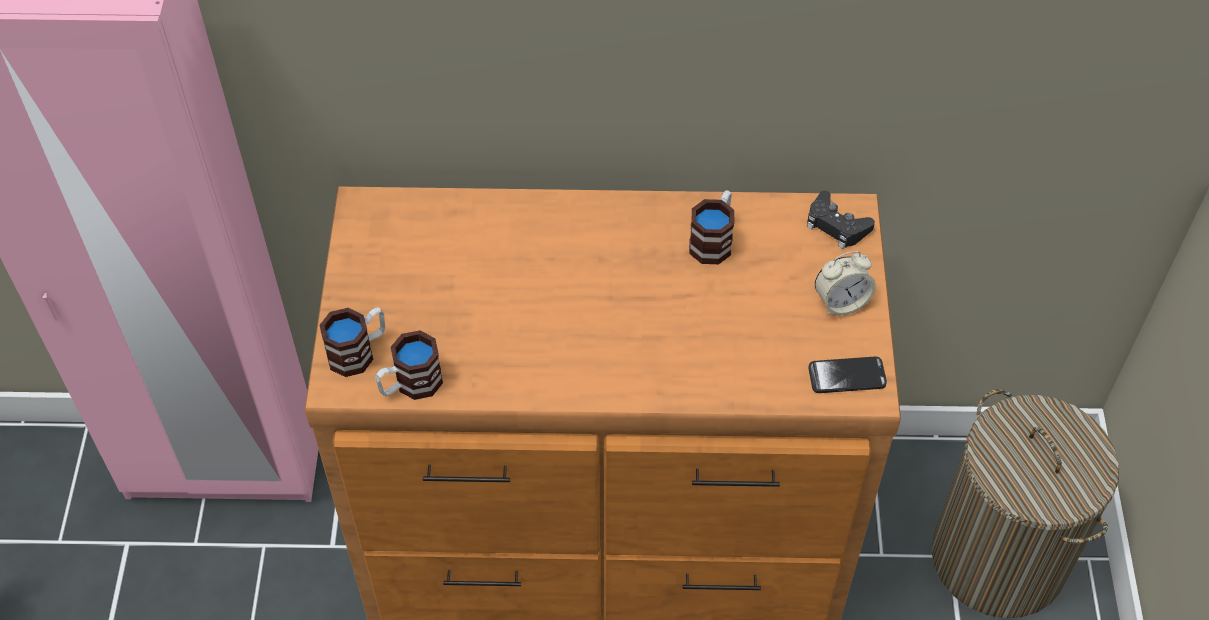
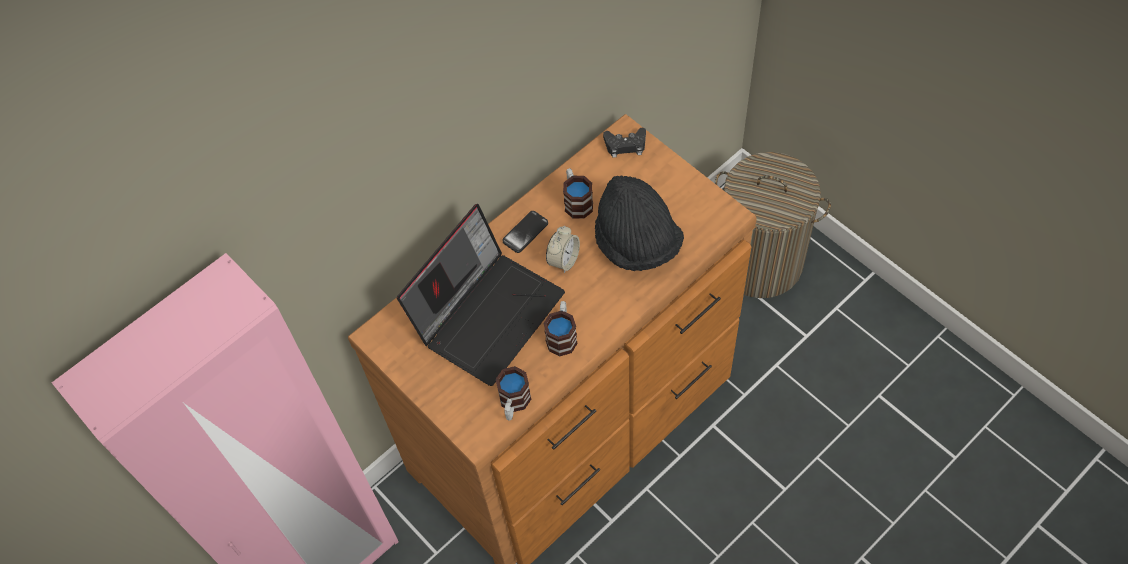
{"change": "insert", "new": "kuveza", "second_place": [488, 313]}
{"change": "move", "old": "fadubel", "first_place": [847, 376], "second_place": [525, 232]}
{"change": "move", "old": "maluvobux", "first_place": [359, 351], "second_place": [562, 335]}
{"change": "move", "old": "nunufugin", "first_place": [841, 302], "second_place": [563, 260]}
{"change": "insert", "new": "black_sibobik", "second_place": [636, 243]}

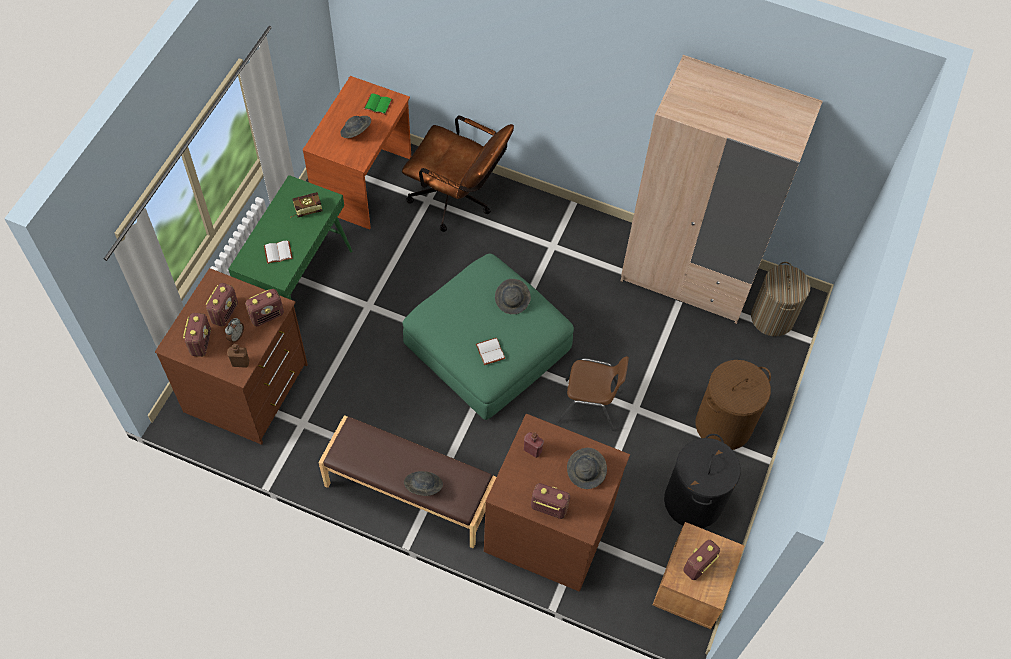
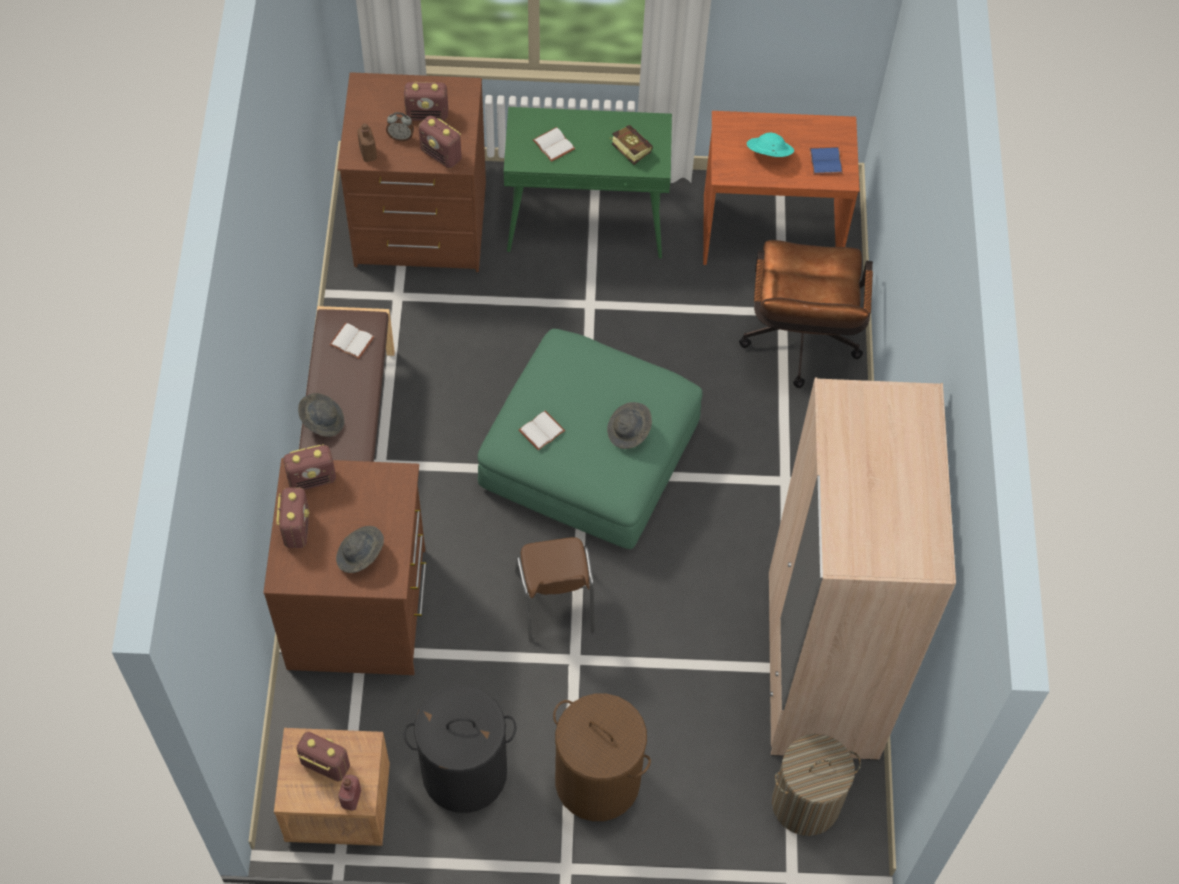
{"change": "move", "old": "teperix", "first_place": [201, 342], "second_place": [312, 479]}
{"change": "insert", "new": "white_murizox", "second_place": [351, 342]}
{"change": "move", "old": "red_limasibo", "first_place": [532, 450], "second_place": [351, 798]}
{"change": "recolor", "old": "grey_sibobik", "new": "turquoise_sibobik", "first_place": [356, 132], "second_place": [768, 154]}
{"change": "recolor", "old": "green_murizox", "new": "blue_murizox", "first_place": [379, 104], "second_place": [826, 162]}

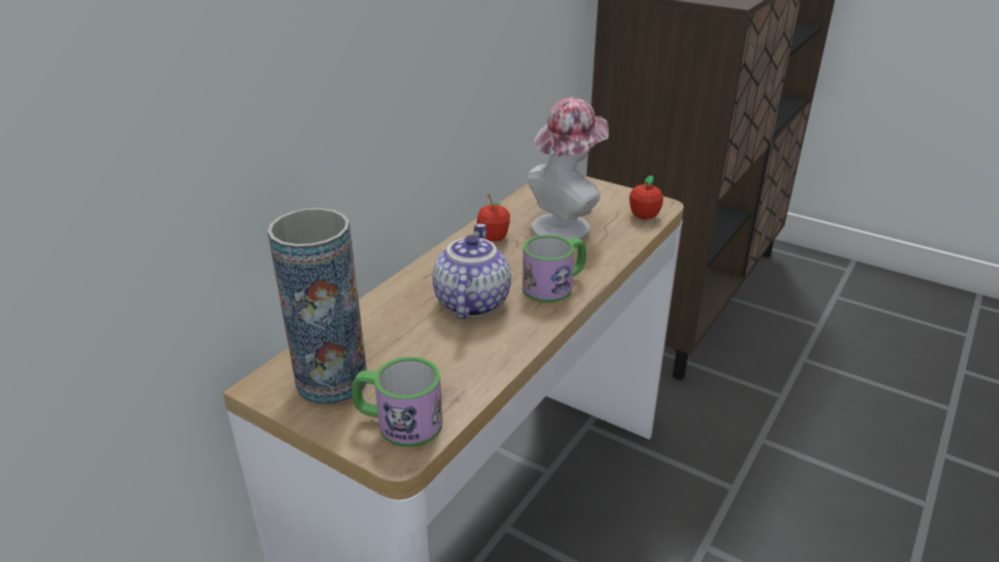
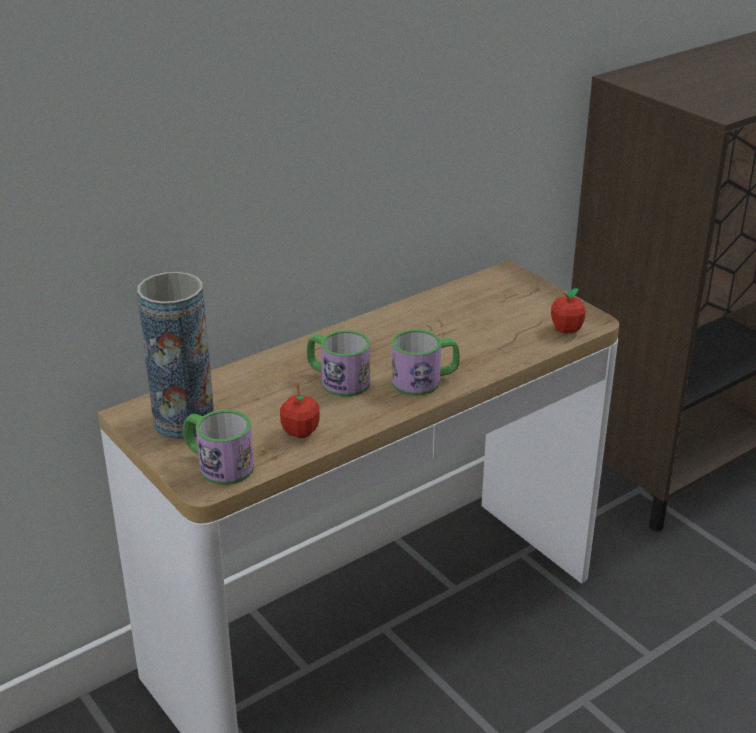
{"change": "move", "old": "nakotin", "first_place": [493, 238], "second_place": [300, 432]}
{"change": "replace", "old": "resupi", "new": "maluvobux", "first_place": [470, 302], "second_place": [337, 380]}
{"change": "delete", "old": "sibobik", "first_place": [566, 224]}

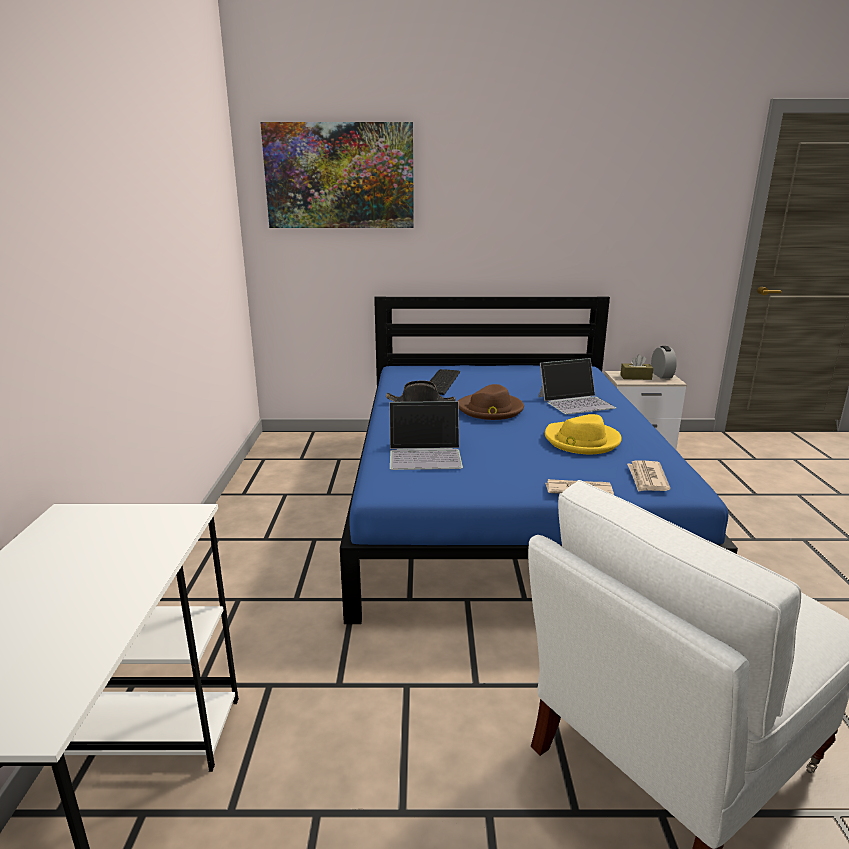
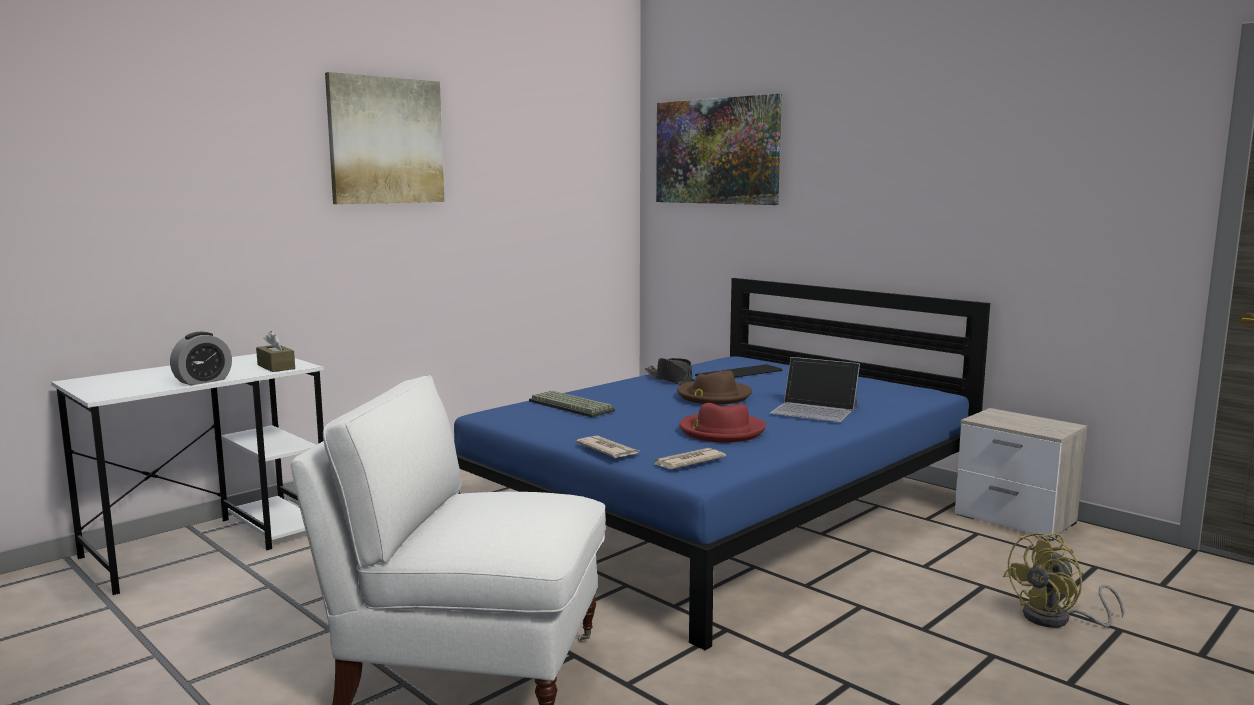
{"change": "move", "old": "nunufugin", "first_place": [661, 375], "second_place": [203, 381]}
{"change": "move", "old": "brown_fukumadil", "first_place": [635, 377], "second_place": [276, 367]}
{"change": "insert", "new": "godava", "second_place": [386, 141]}
{"change": "replace", "old": "kuveza", "new": "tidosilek", "first_place": [425, 454], "second_place": [573, 406]}
{"change": "recolor", "old": "yellow_sibobik", "new": "red_sibobik", "first_place": [581, 441], "second_place": [721, 431]}
{"change": "insert", "new": "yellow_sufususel", "second_place": [1057, 619]}

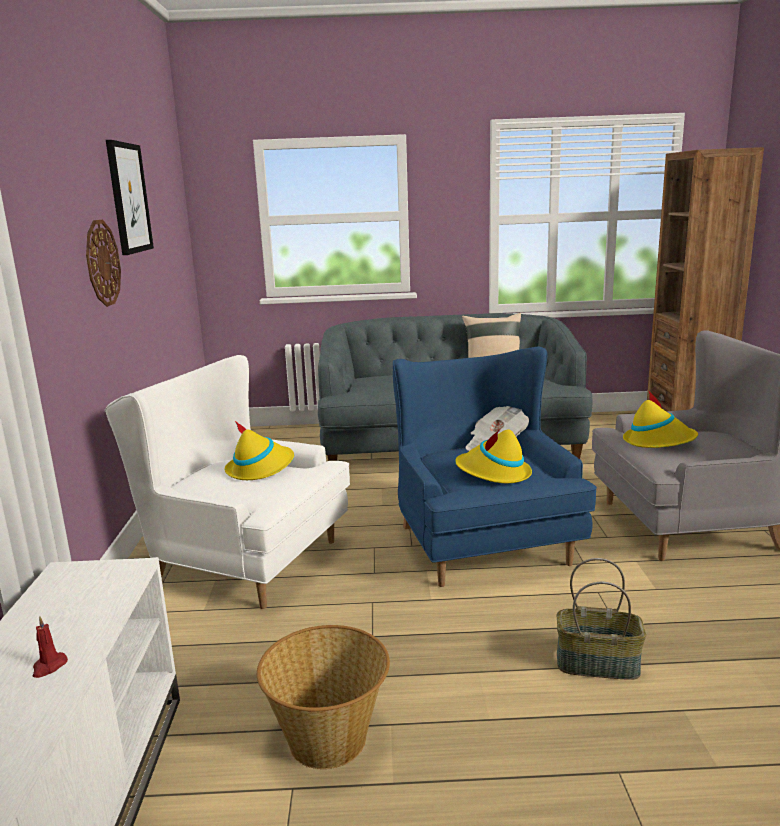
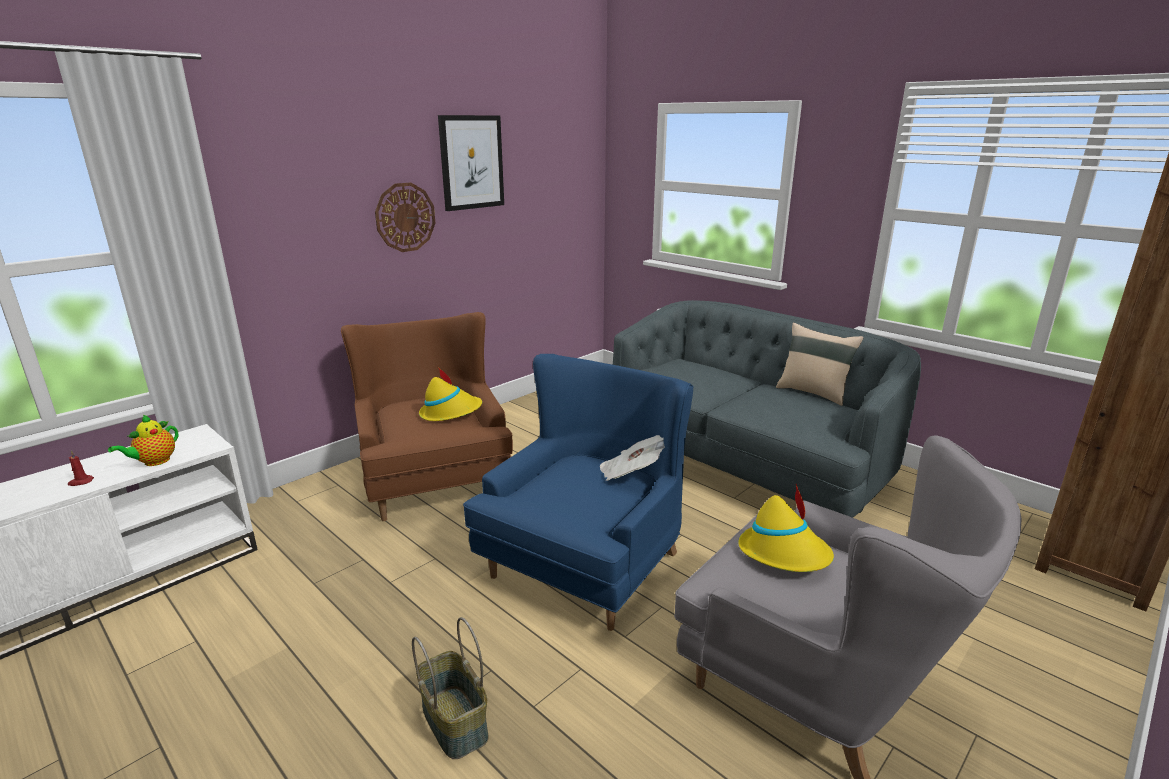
{"change": "insert", "new": "resupi", "second_place": [154, 462]}
{"change": "recolor", "old": "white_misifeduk", "new": "brown_misifeduk", "first_place": [241, 560], "second_place": [434, 479]}
{"change": "delete", "old": "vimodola", "first_place": [329, 740]}
{"change": "delete", "old": "yellow_sibobik", "first_place": [493, 473]}

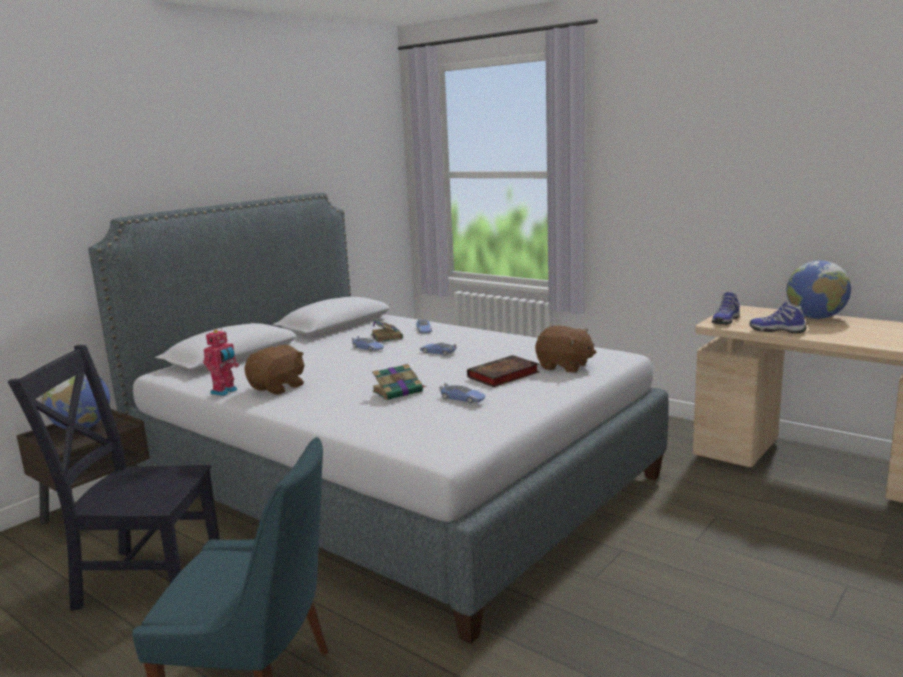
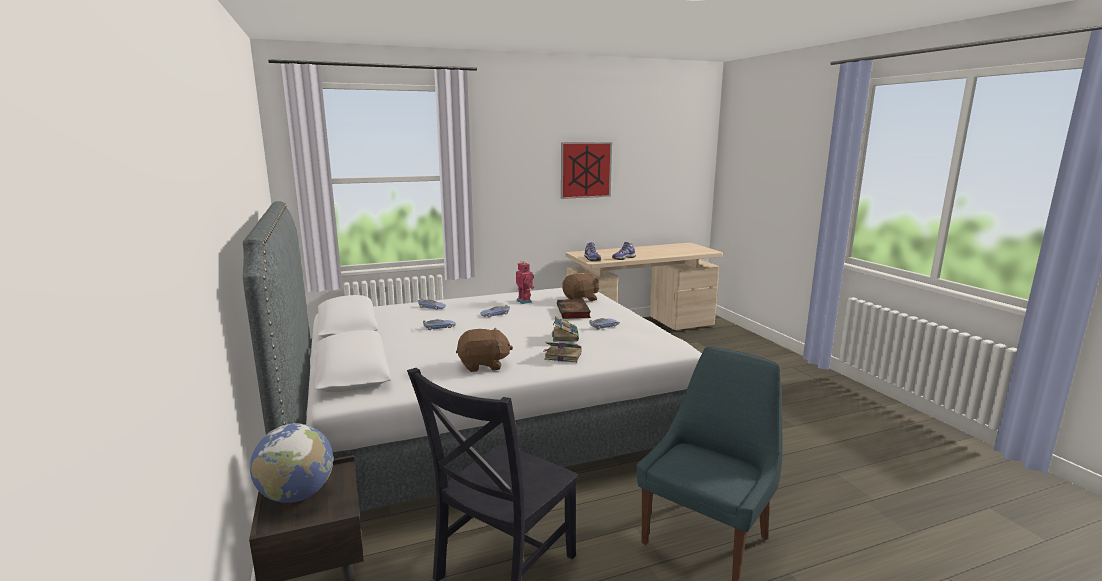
{"change": "rotate", "old": "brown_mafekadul", "first_place": [278, 388], "second_place": [483, 365], "degrees": 105}
{"change": "move", "old": "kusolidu", "first_place": [225, 392], "second_place": [525, 301]}
{"change": "move", "old": "murizox", "first_place": [386, 336], "second_place": [562, 356]}
{"change": "insert", "new": "godava", "second_place": [585, 170]}
{"change": "delete", "old": "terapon", "first_place": [815, 318]}

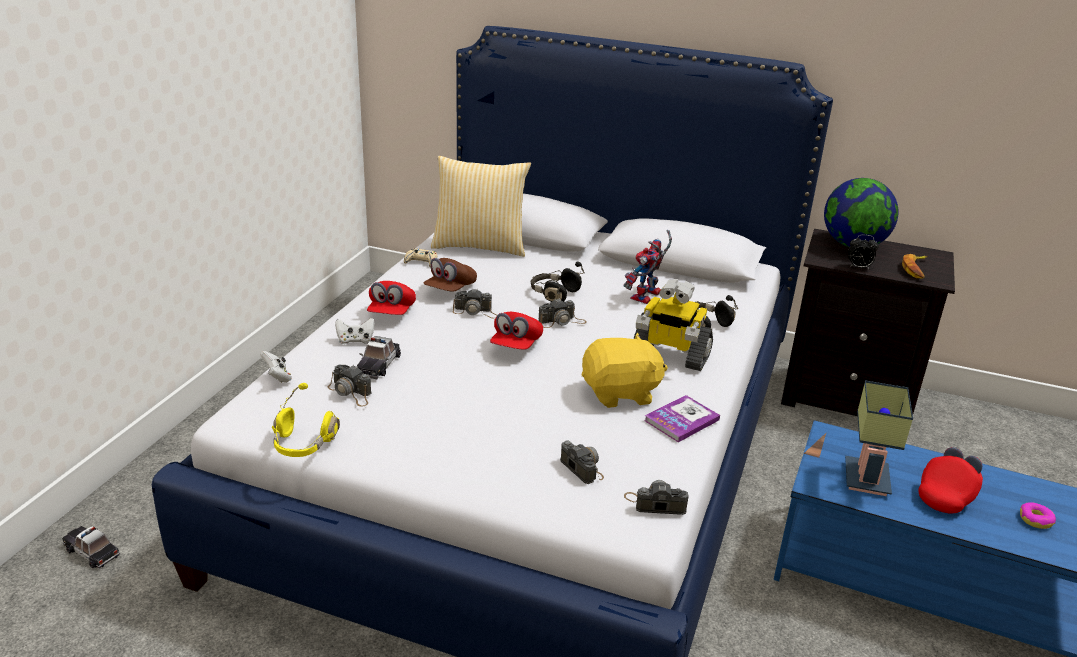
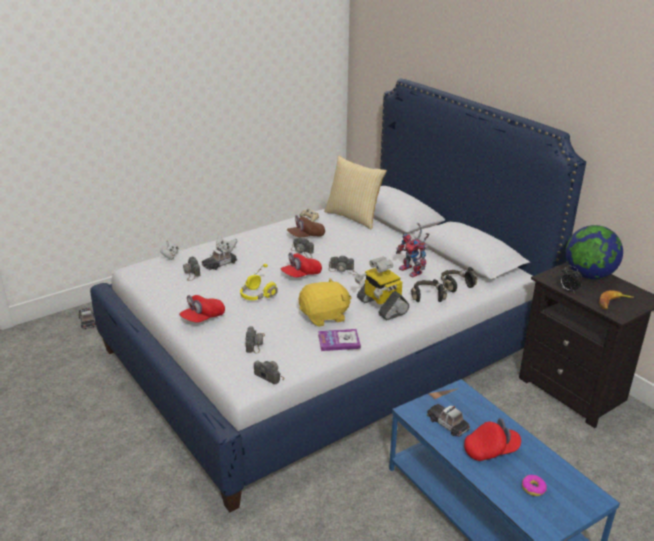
{"change": "move", "old": "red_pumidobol", "first_place": [392, 312], "second_place": [203, 318]}
{"change": "move", "old": "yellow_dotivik", "first_place": [303, 444], "second_place": [257, 295]}
{"change": "rotate", "old": "yellow_mafekadul", "first_place": [620, 393], "second_place": [324, 316], "degrees": -45}
{"change": "rotate", "old": "kusolidu", "first_place": [646, 298], "second_place": [413, 271], "degrees": -105}
{"change": "replace", "old": "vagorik", "new": "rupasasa", "first_place": [869, 481], "second_place": [448, 423]}
{"change": "move", "old": "black_dotivik", "first_place": [554, 294], "second_place": [455, 285]}

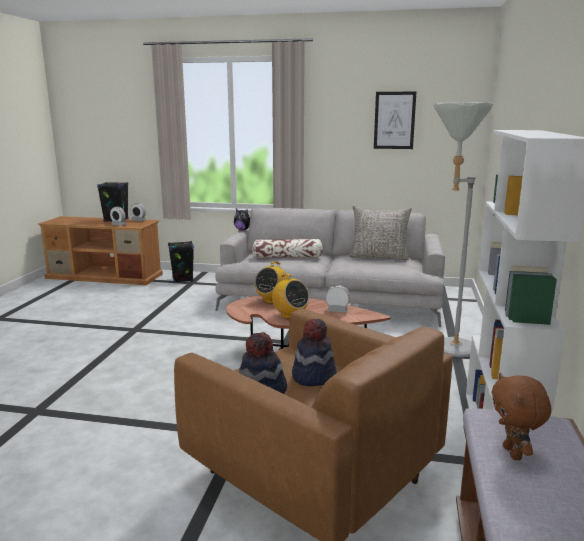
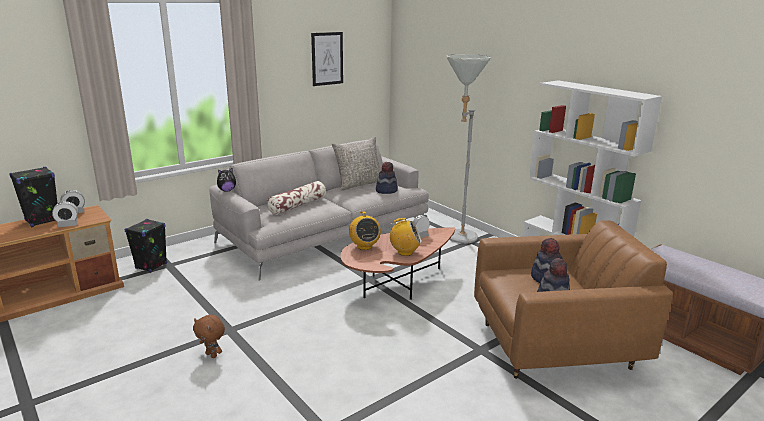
{"change": "move", "old": "brown_mafekadul", "first_place": [514, 453], "second_place": [212, 355]}
{"change": "insert", "new": "sibobik", "second_place": [386, 190]}

